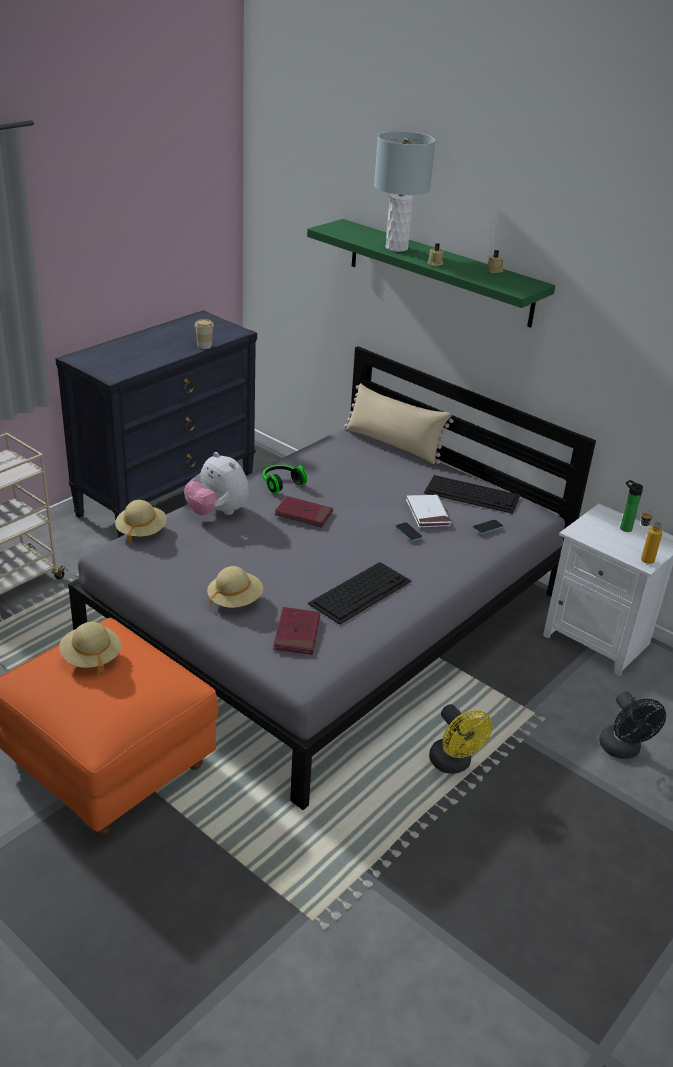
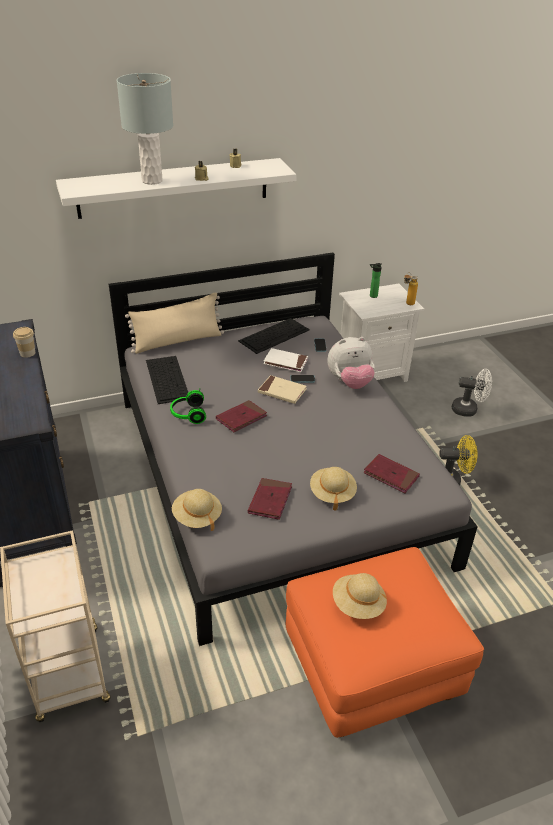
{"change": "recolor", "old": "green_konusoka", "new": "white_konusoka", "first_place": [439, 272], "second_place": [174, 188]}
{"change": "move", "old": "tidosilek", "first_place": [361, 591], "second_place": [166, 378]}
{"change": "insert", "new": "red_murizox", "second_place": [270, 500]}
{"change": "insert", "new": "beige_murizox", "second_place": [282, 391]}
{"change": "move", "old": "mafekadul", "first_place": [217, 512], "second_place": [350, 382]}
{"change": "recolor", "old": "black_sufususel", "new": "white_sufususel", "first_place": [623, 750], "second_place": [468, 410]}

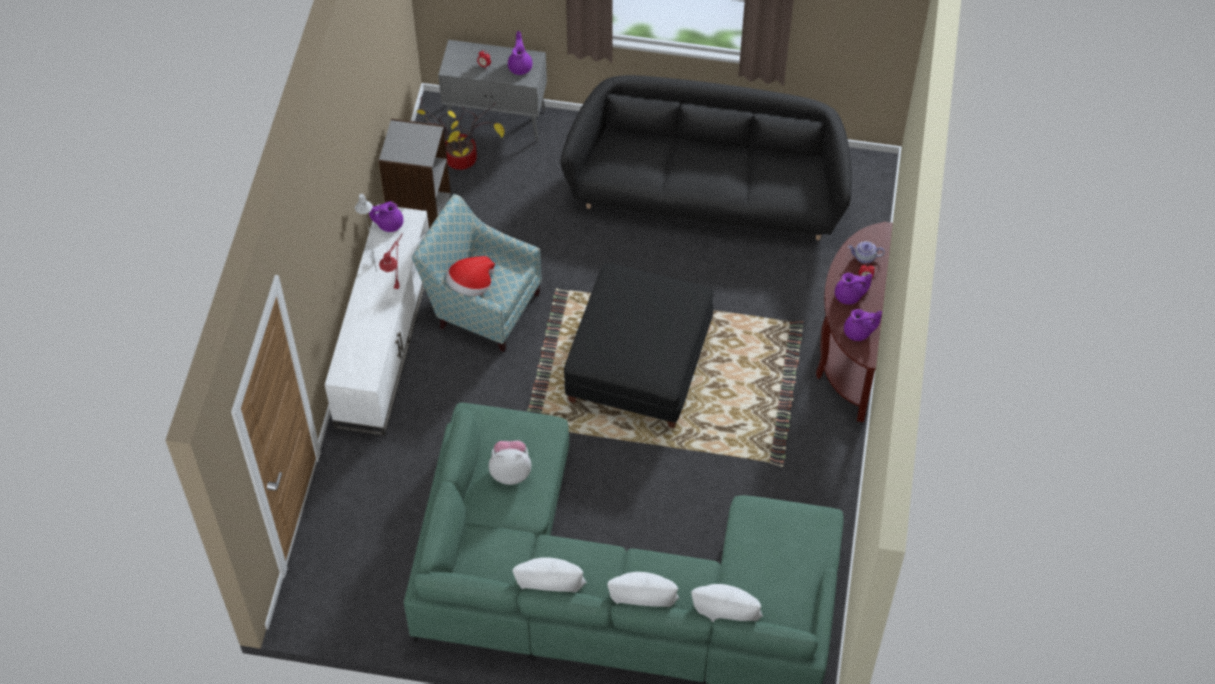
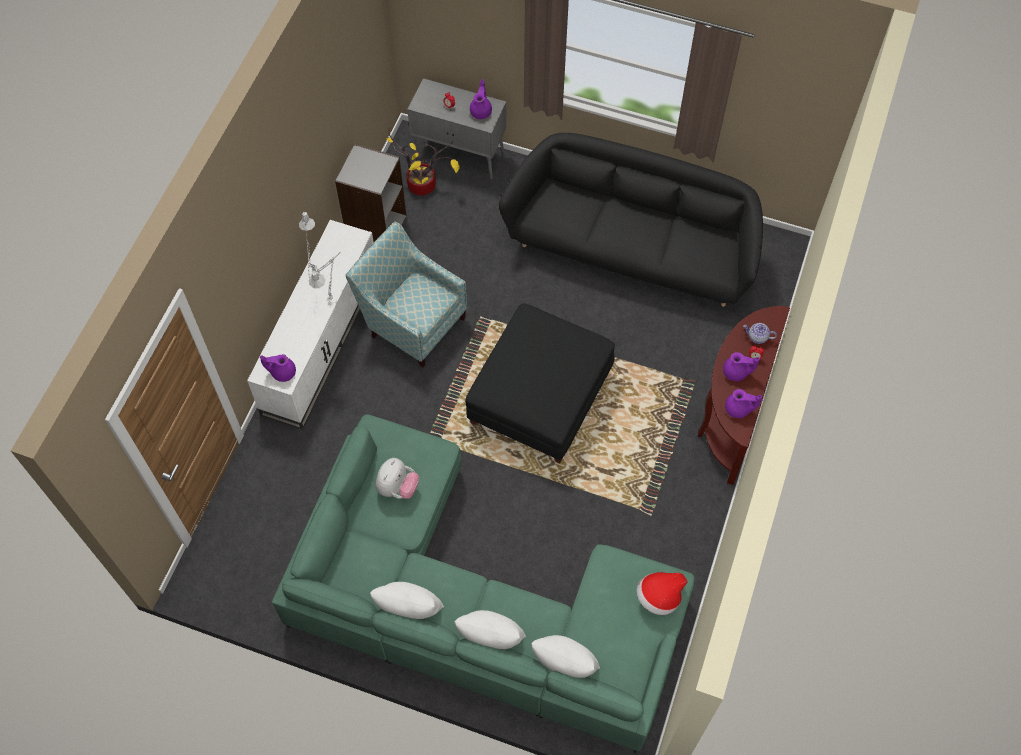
{"change": "move", "old": "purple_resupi", "first_place": [389, 223], "second_place": [282, 372]}
{"change": "recolor", "old": "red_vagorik", "new": "grey_vagorik", "first_place": [398, 282], "second_place": [332, 295]}
{"change": "rotate", "old": "mafekadul", "first_place": [510, 471], "second_place": [397, 487], "degrees": 105}
{"change": "move", "old": "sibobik", "first_place": [471, 285], "second_place": [659, 597]}

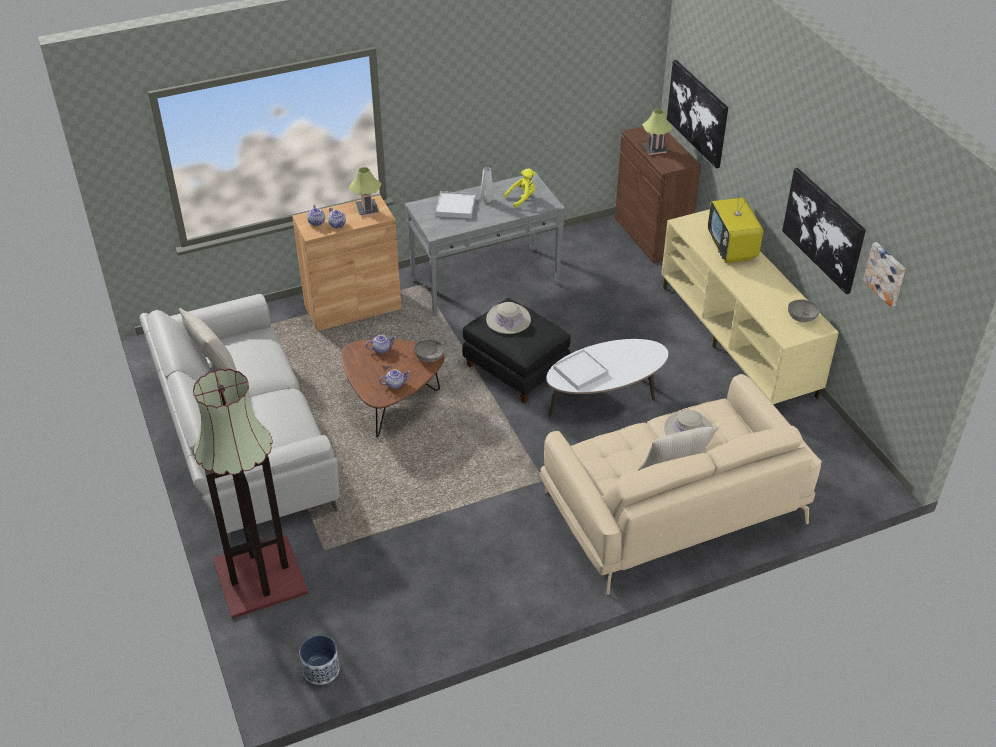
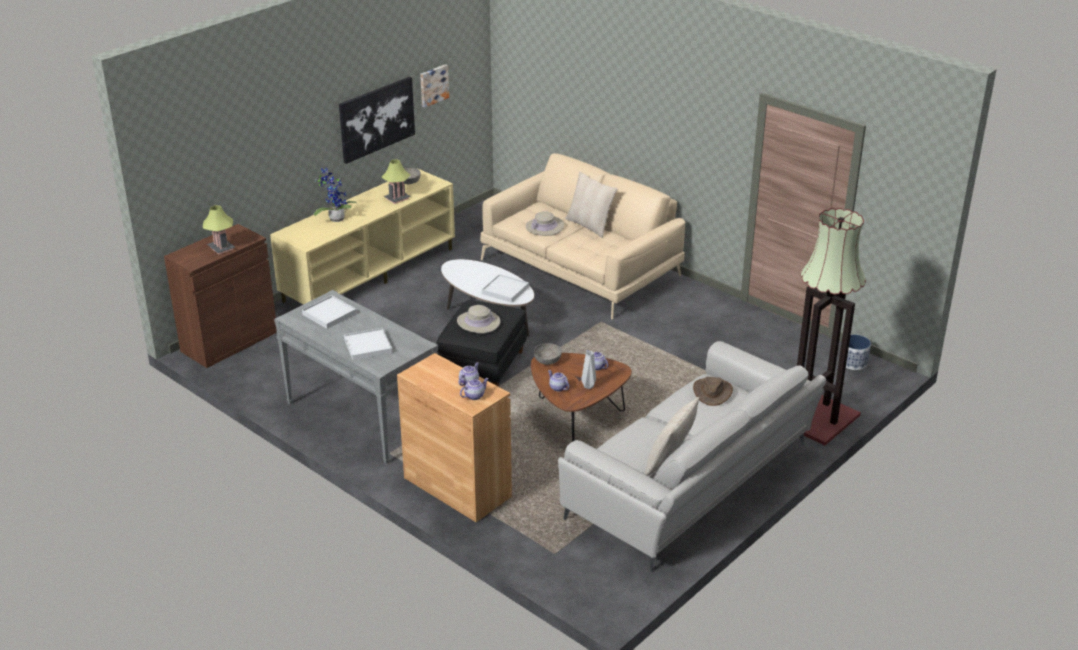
{"change": "replace", "old": "yellow_mafekadul", "new": "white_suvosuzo", "first_place": [522, 198], "second_place": [329, 314]}
{"change": "replace", "old": "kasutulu", "new": "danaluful", "first_place": [732, 250], "second_place": [335, 218]}
{"change": "move", "old": "vagorik", "first_place": [367, 209], "second_place": [397, 198]}
{"change": "move", "old": "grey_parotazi", "first_place": [487, 200], "second_place": [588, 386]}
{"change": "insert", "new": "brown_sibobik", "second_place": [712, 392]}
{"change": "delete", "old": "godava", "first_place": [697, 113]}

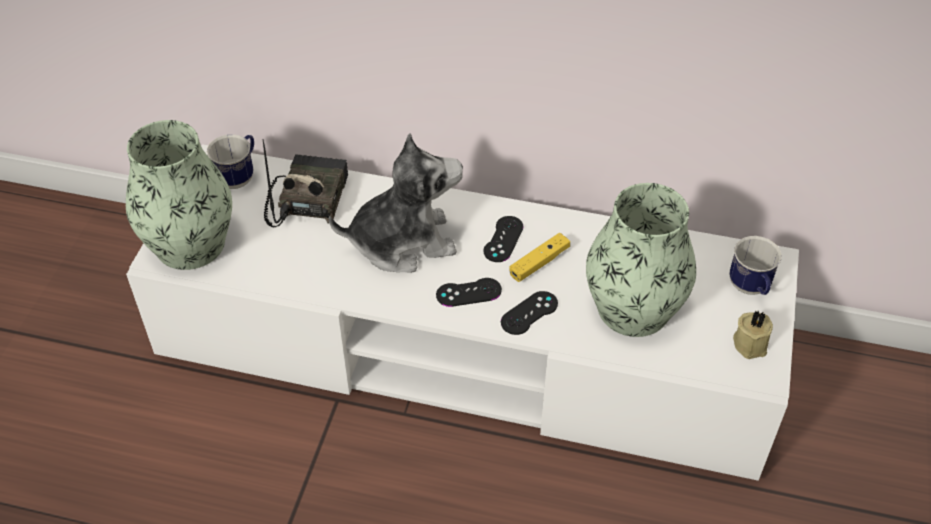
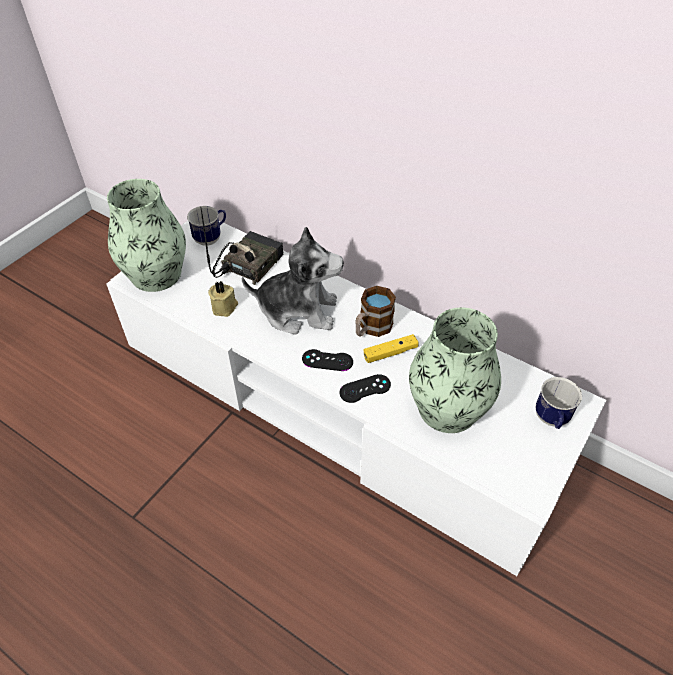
{"change": "move", "old": "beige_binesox", "first_place": [751, 343], "second_place": [225, 307]}
{"change": "replace", "old": "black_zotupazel", "new": "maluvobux", "first_place": [503, 239], "second_place": [371, 328]}

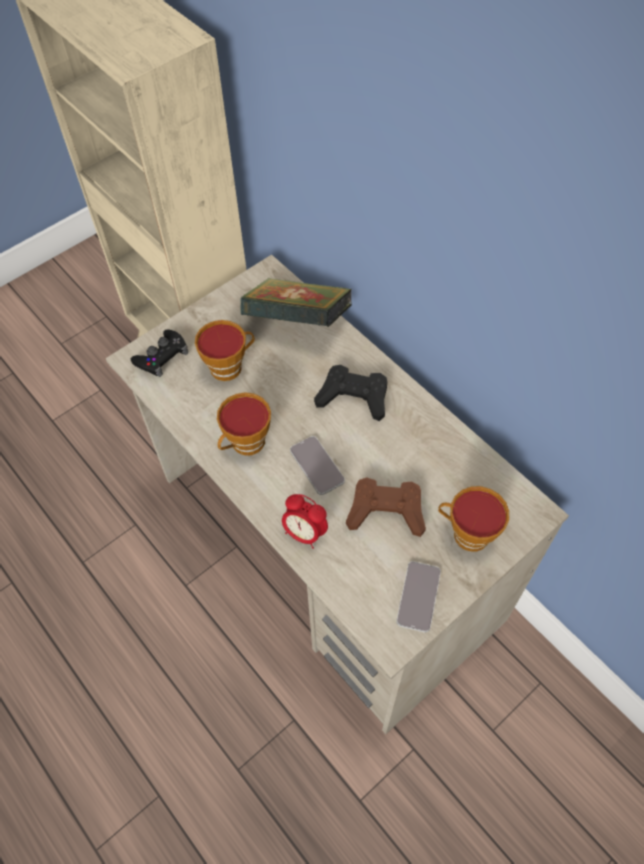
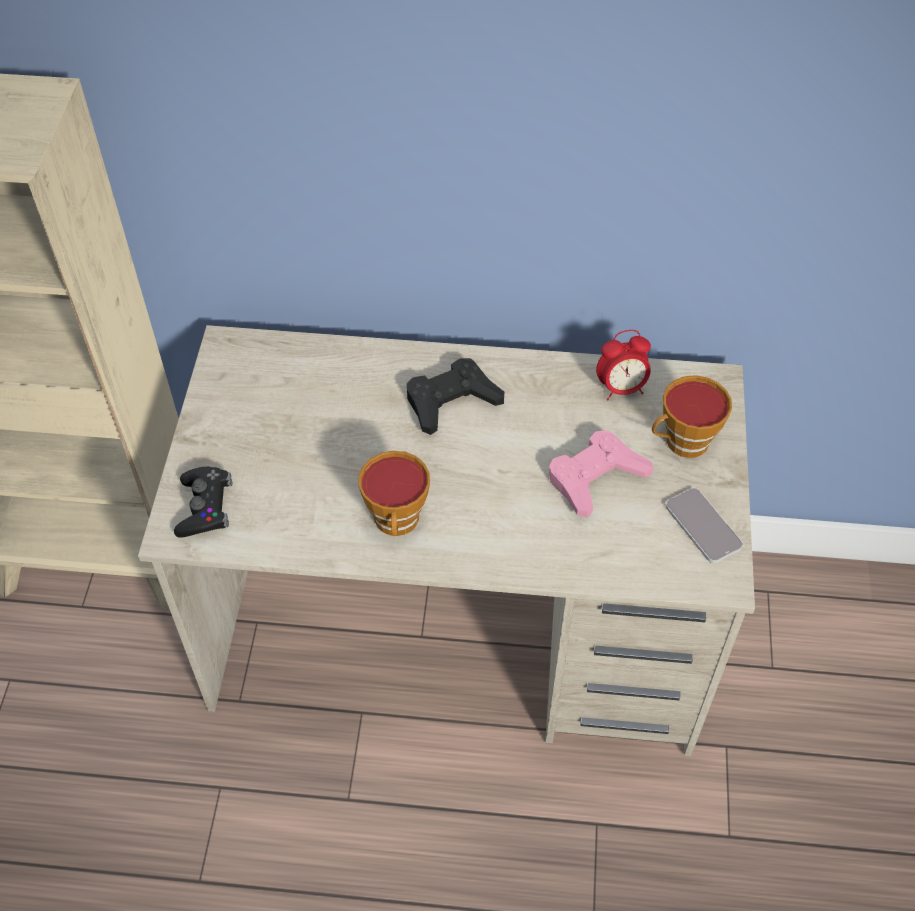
{"change": "recolor", "old": "brown_zotupazel", "new": "pink_zotupazel", "first_place": [386, 510], "second_place": [595, 477]}
{"change": "move", "old": "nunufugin", "first_place": [304, 533], "second_place": [621, 388]}
{"change": "delete", "old": "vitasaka", "first_place": [229, 366]}
{"change": "delete", "old": "murizox", "first_place": [298, 322]}
{"change": "delete", "old": "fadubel", "first_place": [317, 466]}

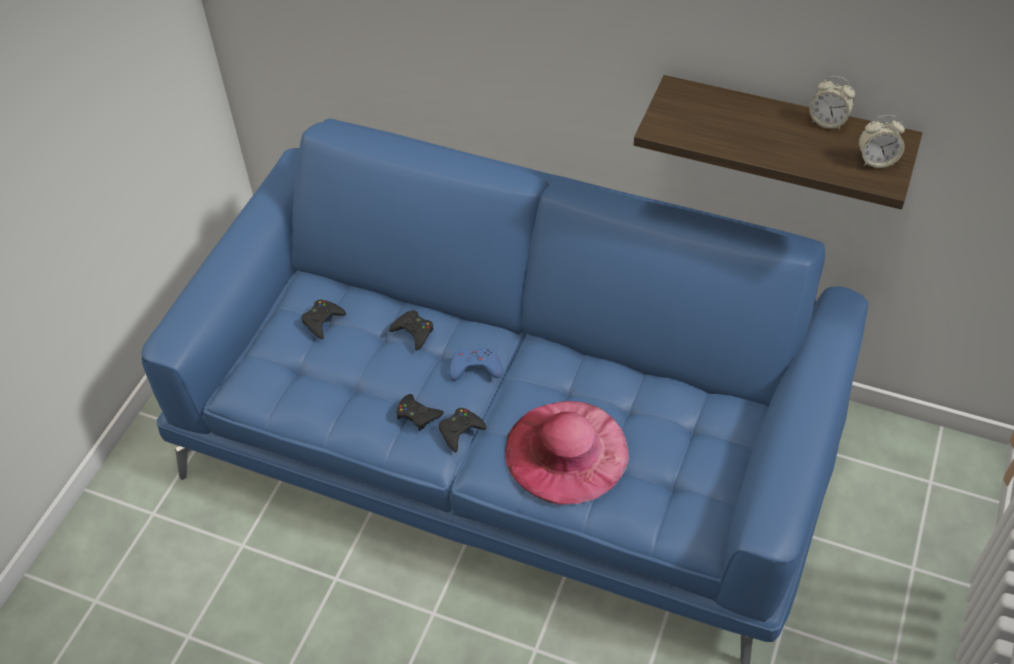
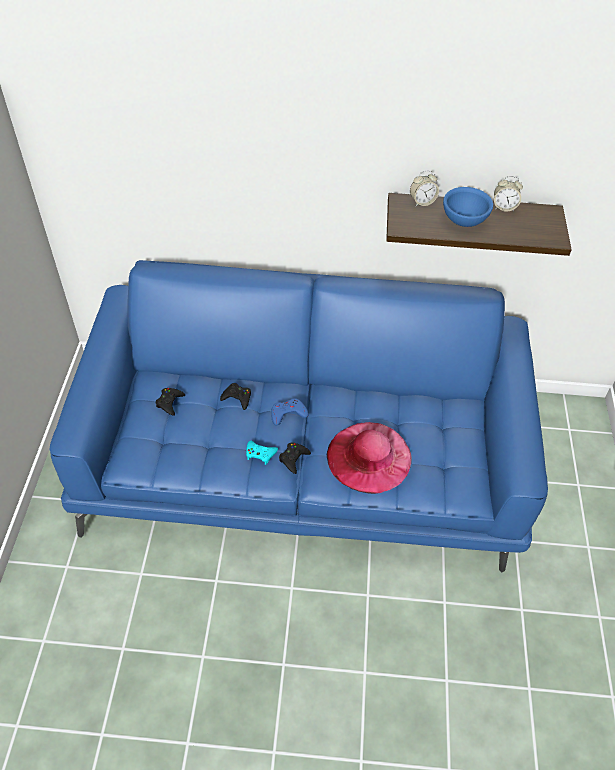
{"change": "recolor", "old": "black_zotupazel", "new": "turquoise_zotupazel", "first_place": [417, 415], "second_place": [260, 454]}
{"change": "move", "old": "nunufugin", "first_place": [876, 160], "second_place": [422, 202]}
{"change": "insert", "new": "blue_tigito", "second_place": [464, 220]}

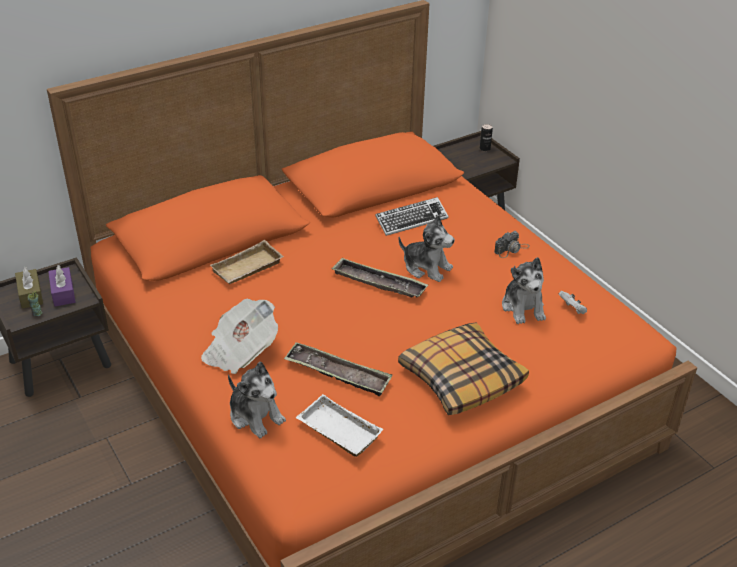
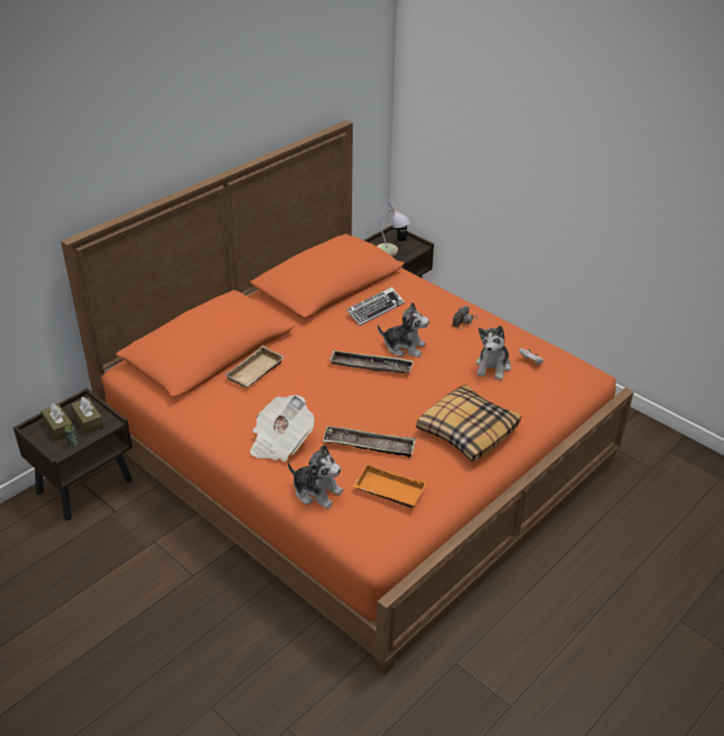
{"change": "recolor", "old": "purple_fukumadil", "new": "brown_fukumadil", "first_place": [63, 293], "second_place": [88, 421]}
{"change": "recolor", "old": "white_suvosuzo", "new": "orange_suvosuzo", "first_place": [336, 431], "second_place": [388, 491]}
{"change": "insert", "new": "vagorik", "second_place": [391, 252]}
{"change": "rotate", "old": "mafekadul", "first_place": [523, 307], "second_place": [493, 366], "degrees": 45}

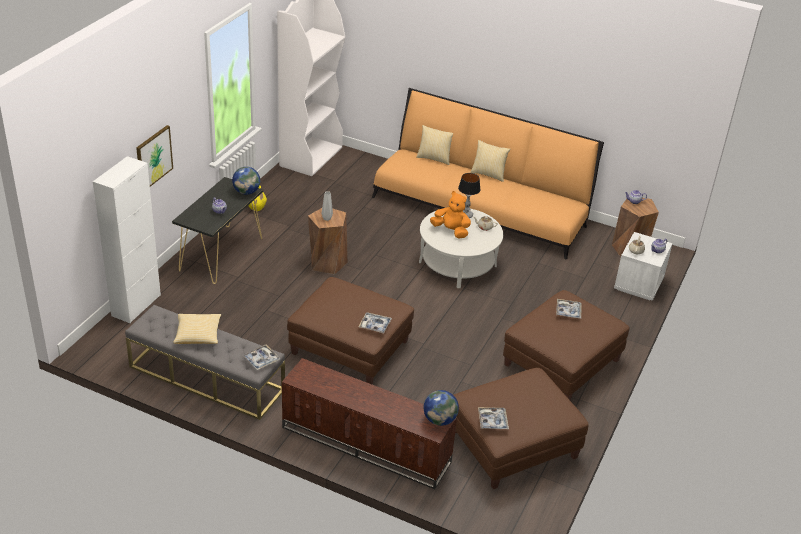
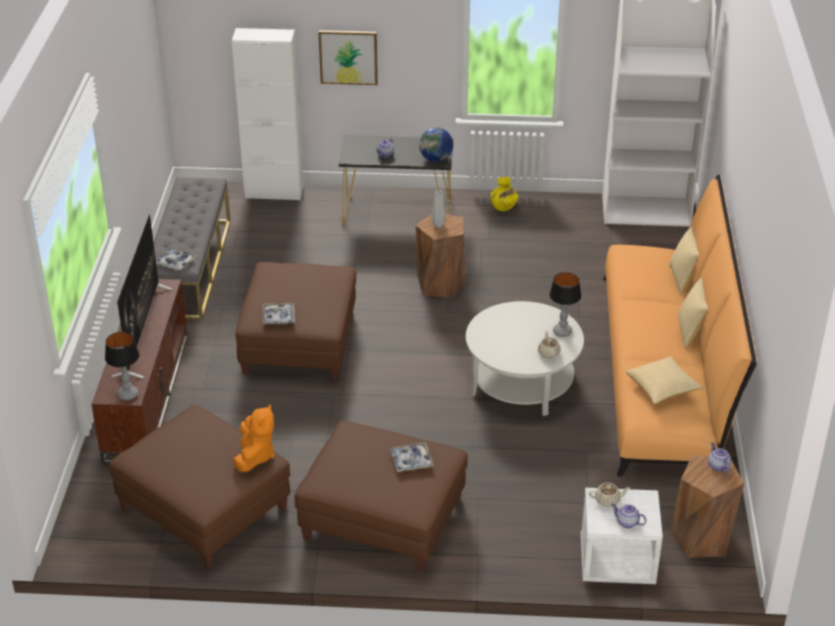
{"change": "replace", "old": "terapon", "new": "vagorik", "first_place": [439, 420], "second_place": [128, 394]}
{"change": "insert", "new": "kasutulu", "second_place": [142, 331]}
{"change": "move", "old": "orange_mafekadul", "first_place": [451, 231], "second_place": [255, 456]}
{"change": "move", "old": "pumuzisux", "first_place": [198, 335], "second_place": [662, 388]}
{"change": "delete", "old": "suvosuzo", "first_place": [492, 421]}

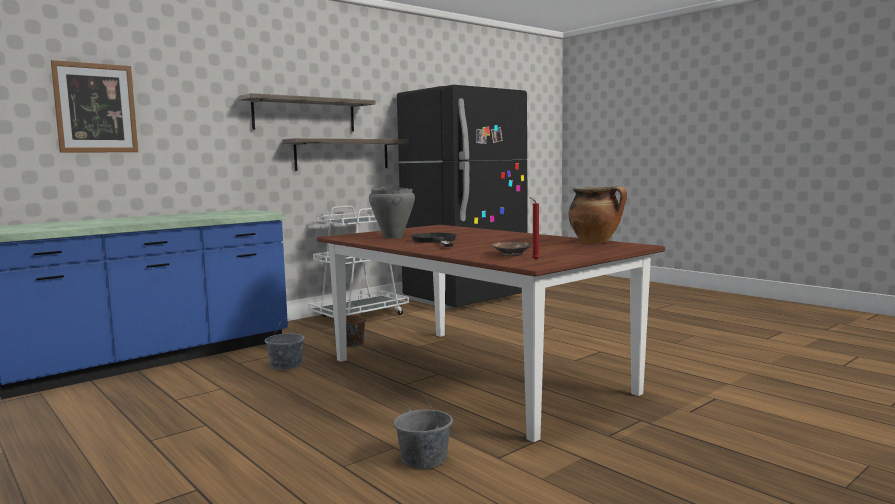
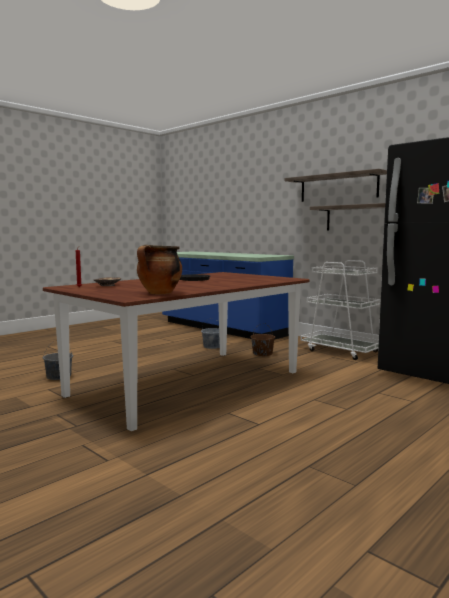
{"change": "delete", "old": "godava", "first_place": [95, 108]}
{"change": "delete", "old": "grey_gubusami", "first_place": [393, 237]}

